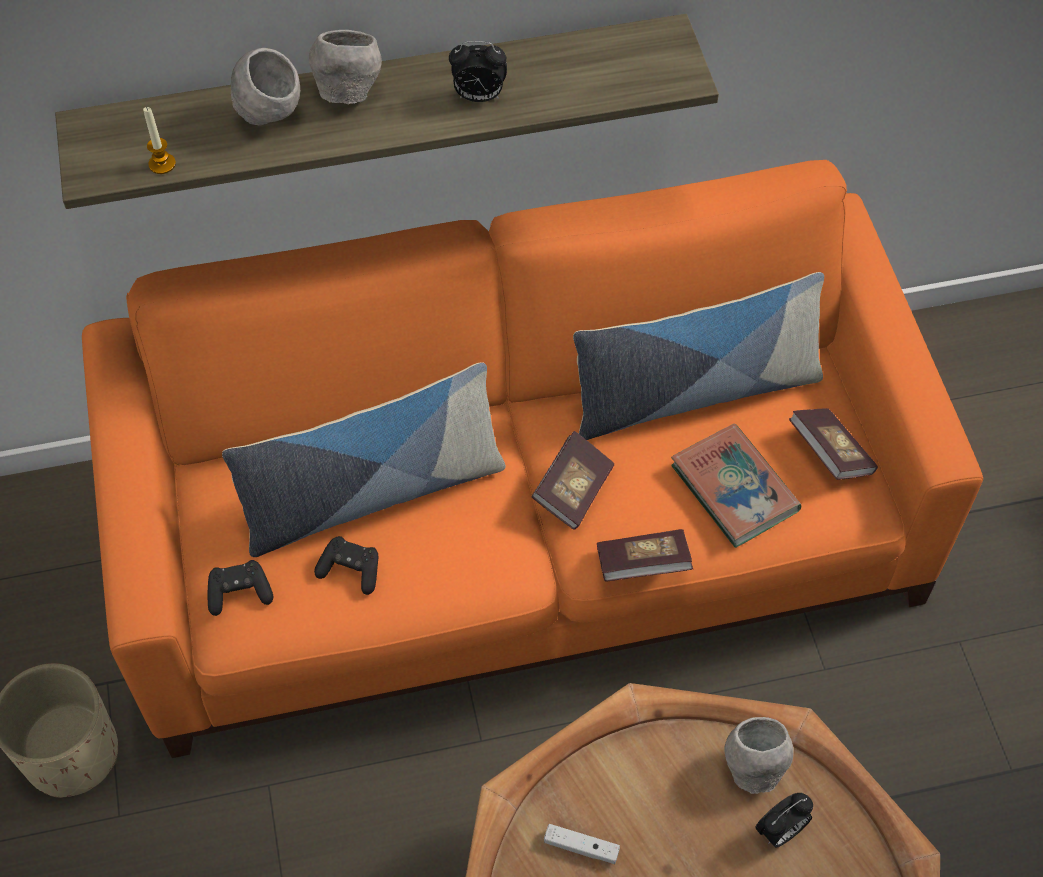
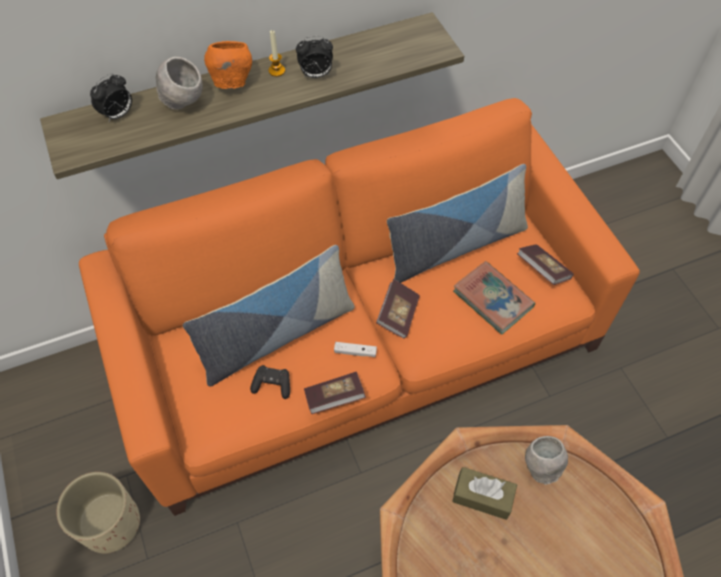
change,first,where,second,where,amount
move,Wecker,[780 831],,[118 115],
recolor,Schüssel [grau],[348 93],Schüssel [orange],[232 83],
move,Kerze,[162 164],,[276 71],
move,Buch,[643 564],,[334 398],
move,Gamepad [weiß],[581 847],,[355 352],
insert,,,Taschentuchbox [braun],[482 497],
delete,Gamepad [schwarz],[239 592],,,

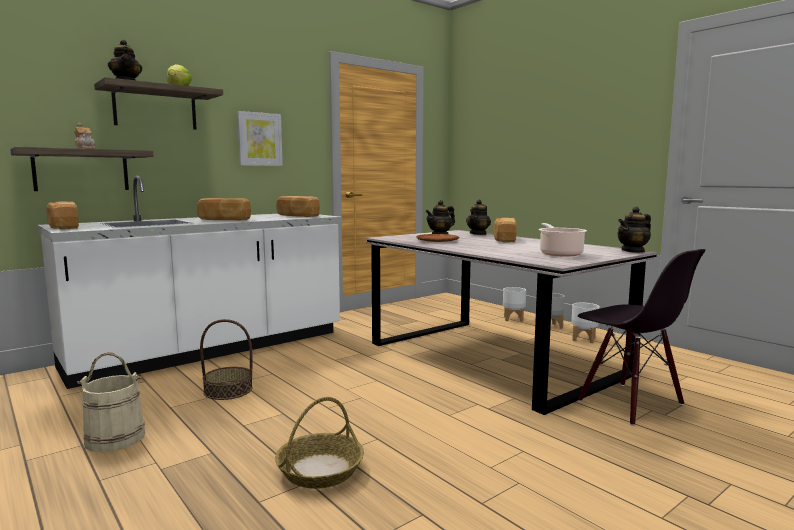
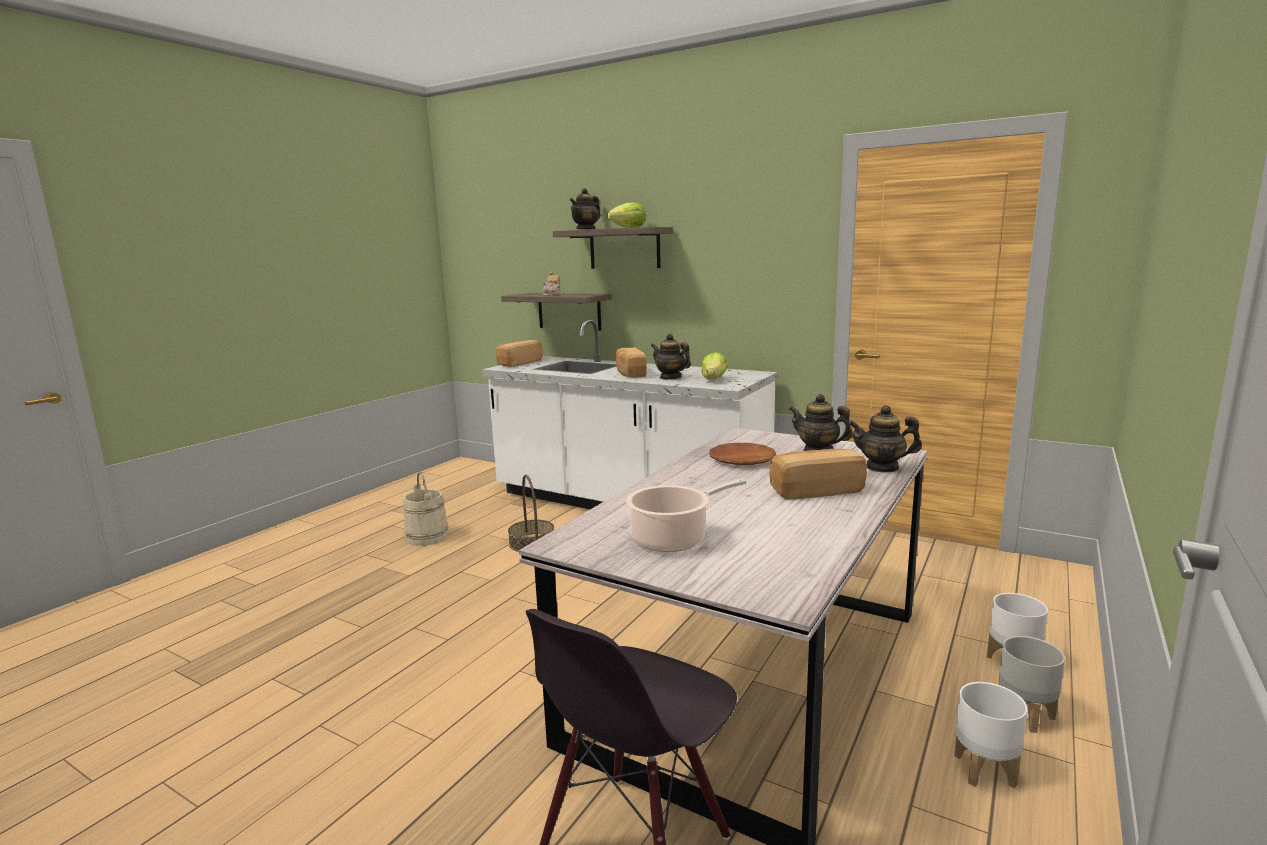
change,first,where,second,where,amount
move,Teekanne,[633 251],,[670 377],
replace,Brot,[297 216],Salatkopf,[713 380],
delete,Bild,[259 139],,,
delete,Korb,[320 470],,,

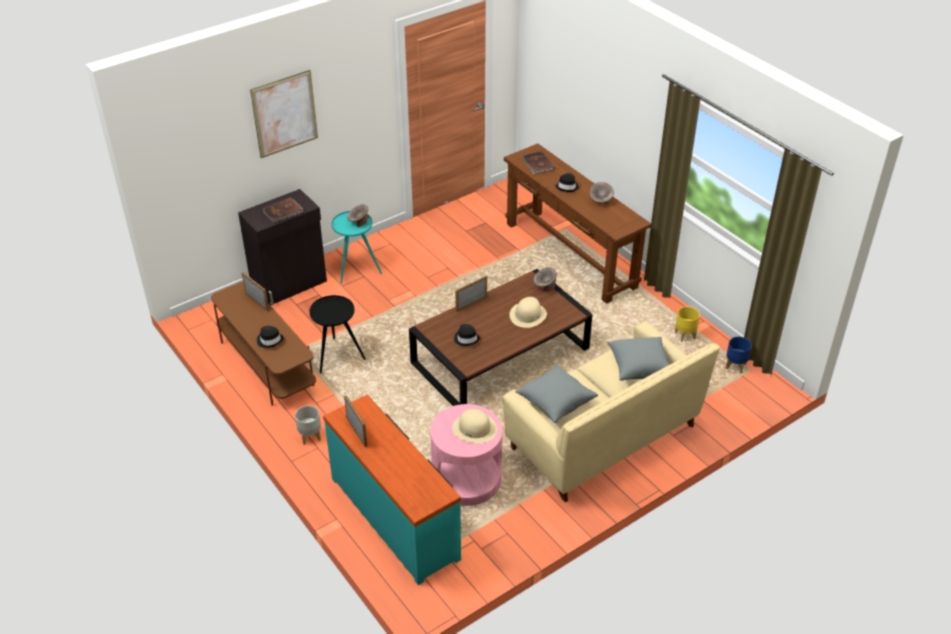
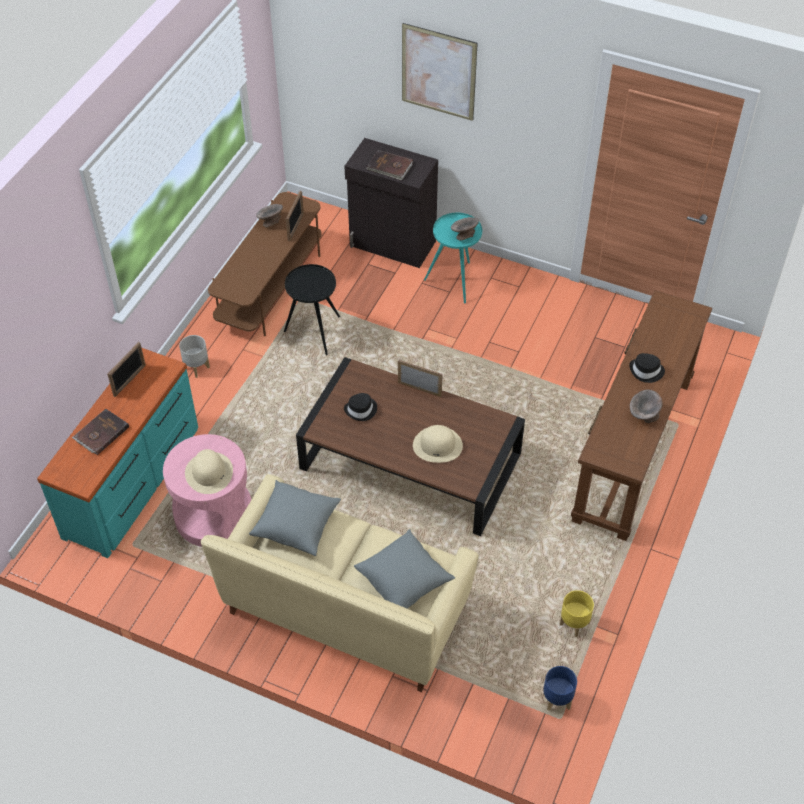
change,first,where,second,where,amount
move,Buch [braun],[537 164],,[101 433],
move,Schüssel [grau],[545 286],,[270 221],
delete,Hut [schwarz],[270 340],,,

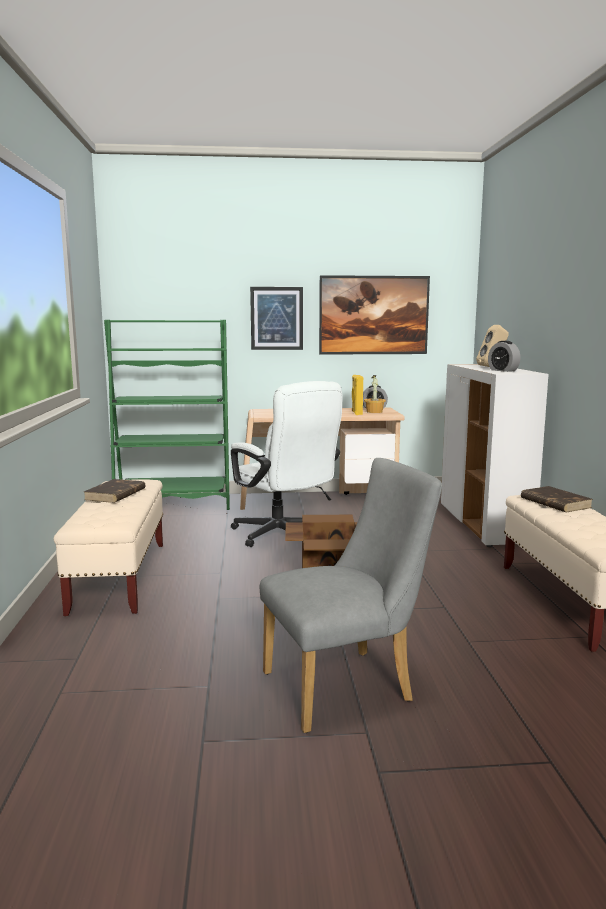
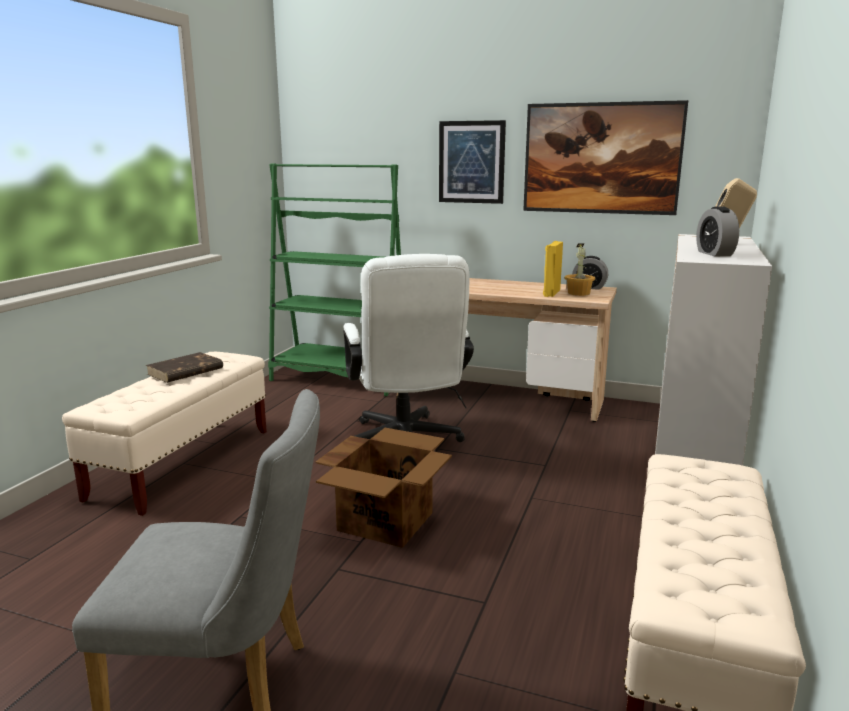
change,first,where,second,where,amount
delete,Buch [braun],[554 502],,,

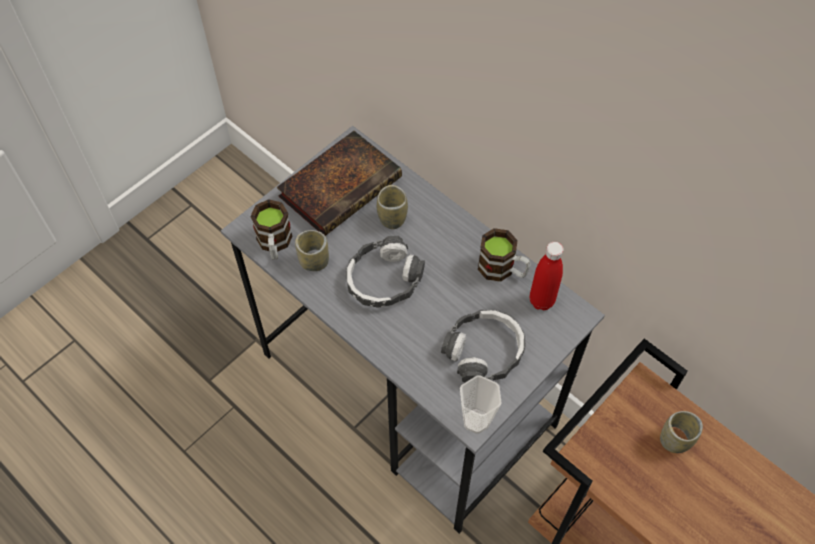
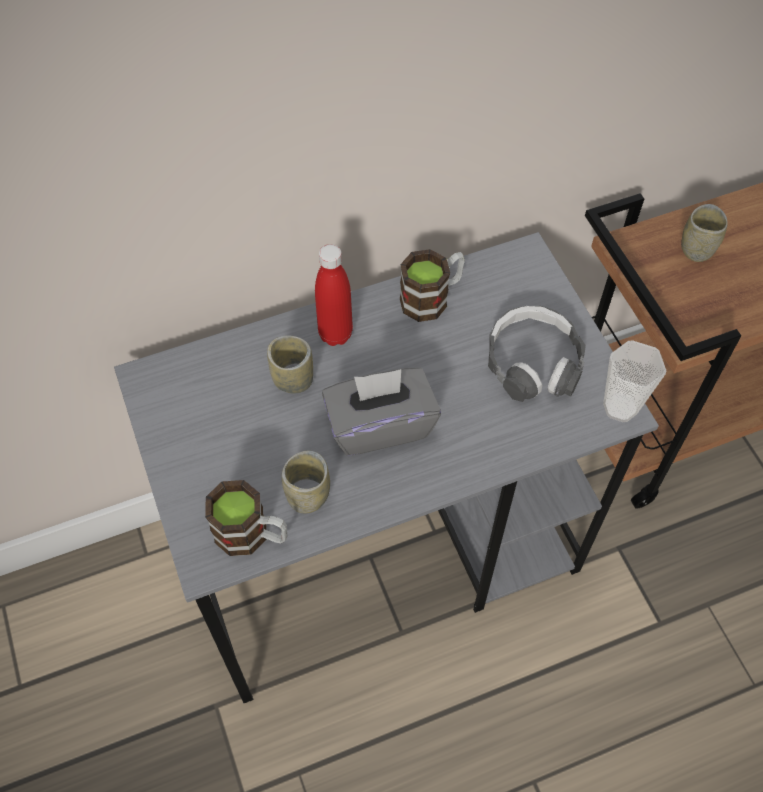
change,first,where,second,where,amount
move,Flasche [rot],[541 301],,[335 334],
replace,Kopfhörer,[383 279],Taschentuchbox [grau],[380 425],
delete,Buch,[341 185],,,

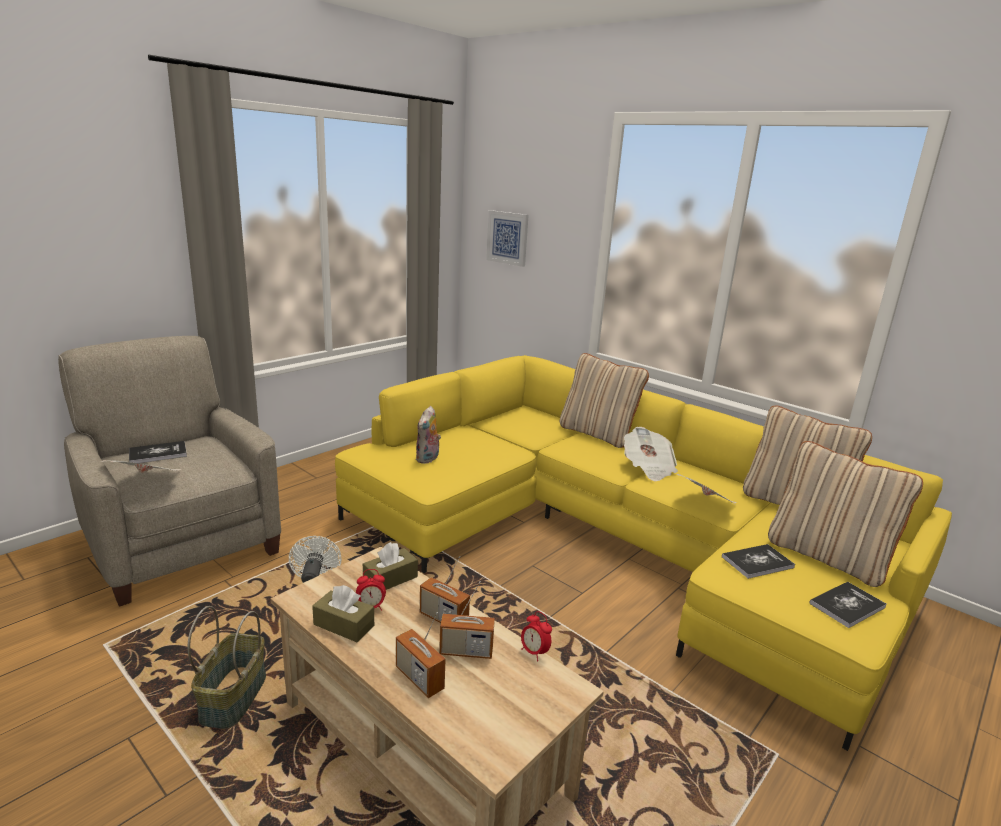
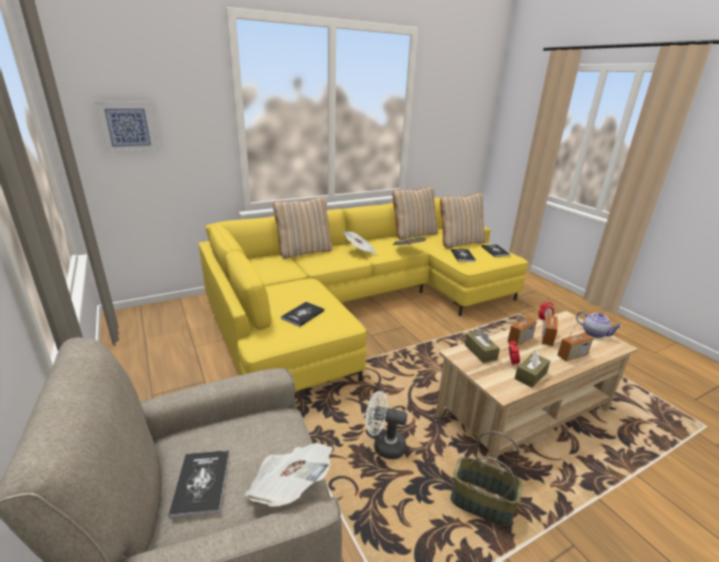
change,first,where,second,where,amount
replace,Plüschtier,[428 459],Buch,[303 315],
insert,,,Teekanne,[594 333],

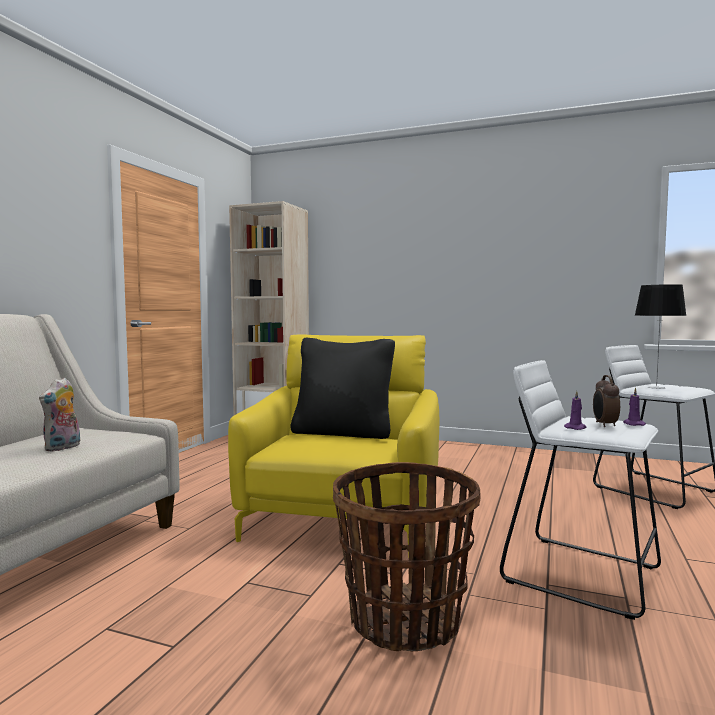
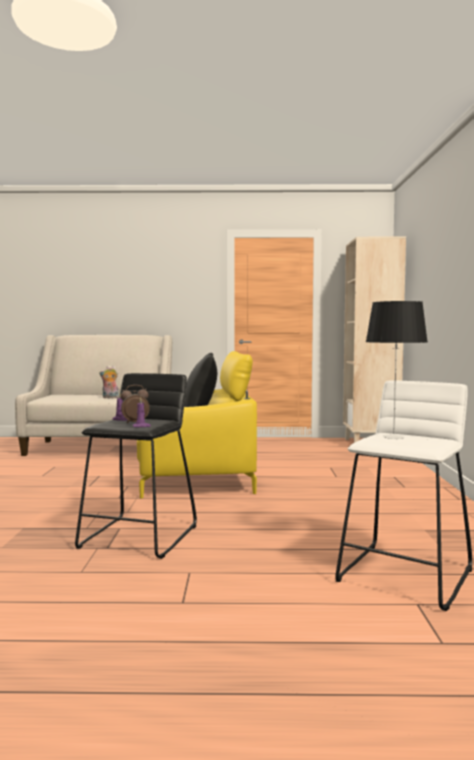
change,first,where,second,where,amount
recolor,Hocker [weiß],[581 574],Hocker [schwarz],[139 536],
delete,Korb,[404 621],,,

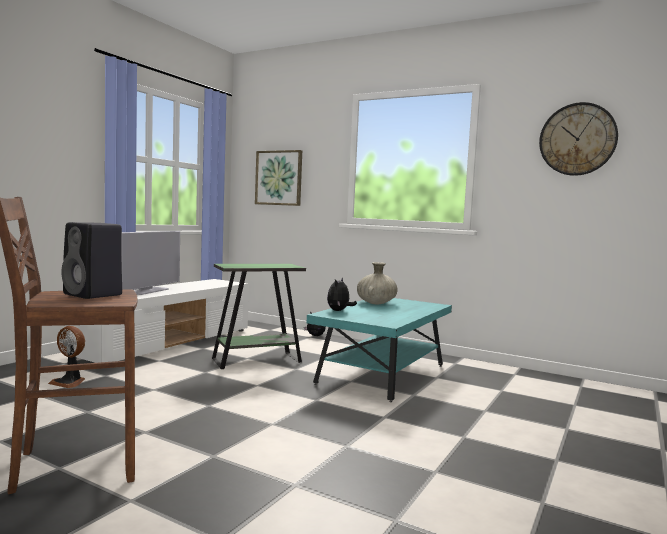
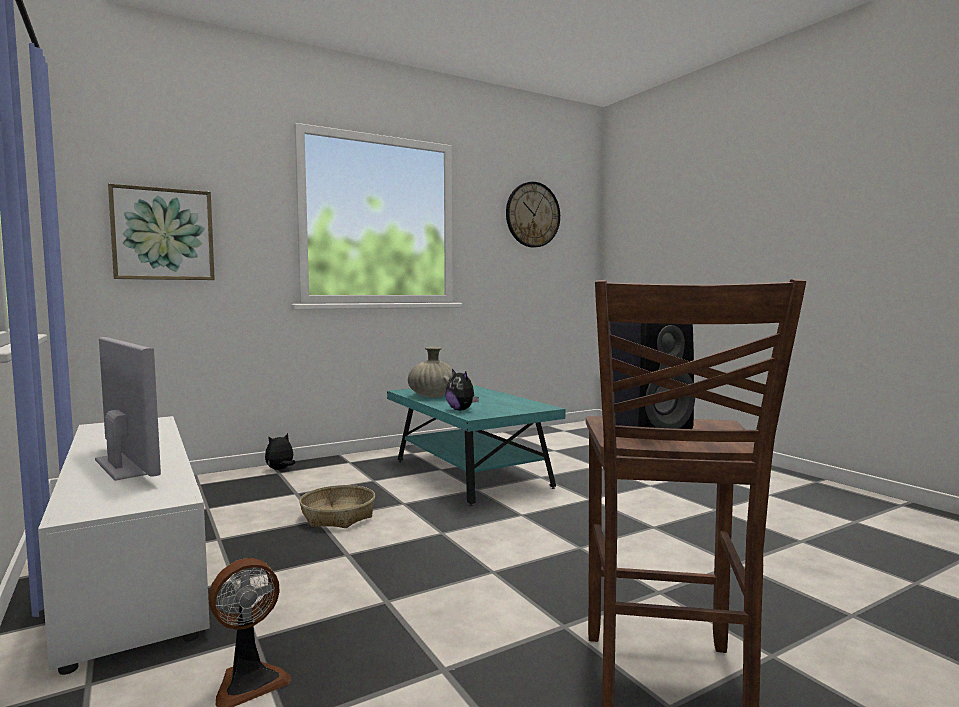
change,first,where,second,where,amount
replace,Beistelltisch [grün],[256 360],Korb,[338 516],

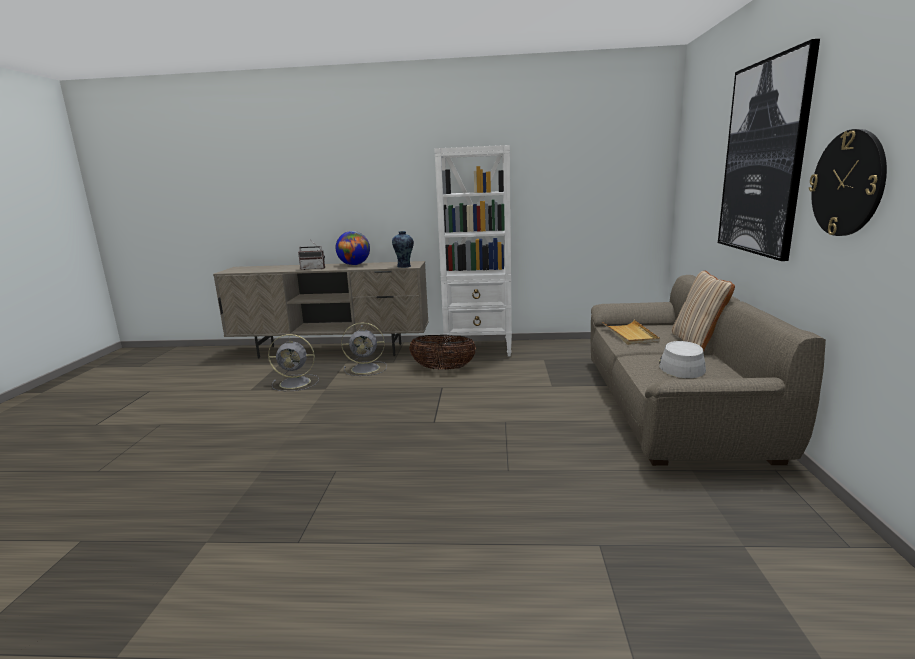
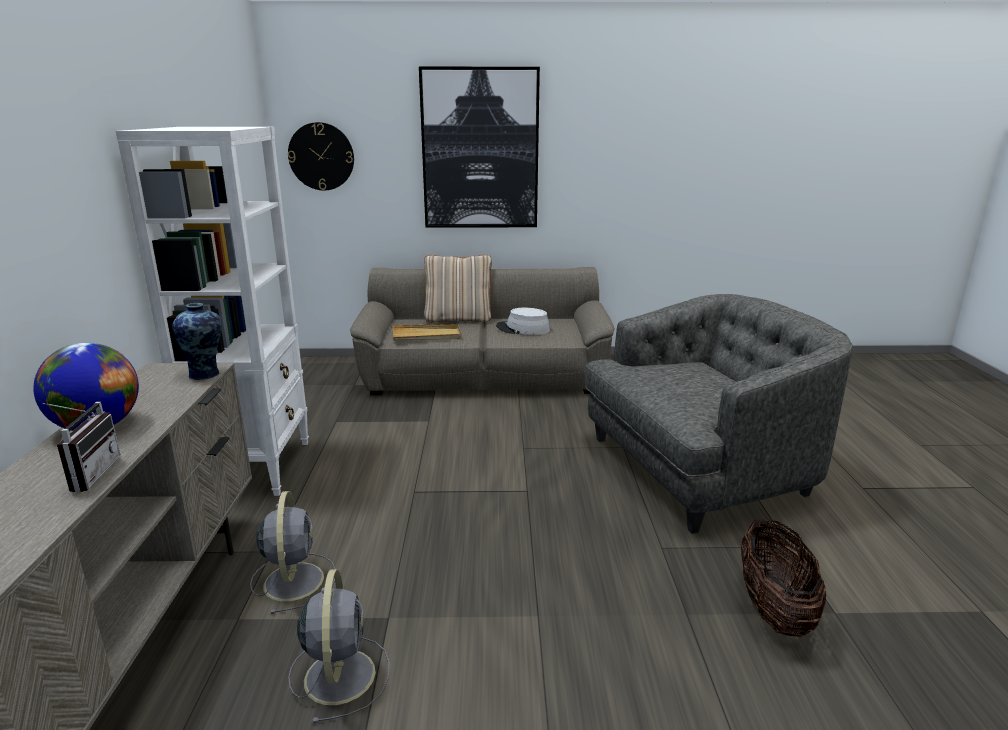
change,first,where,second,where,amount
move,Wanduhr,[847 183],,[321 156],
insert,,,Sessel [grau],[697 468],
move,Korb,[443 369],,[773 609],

